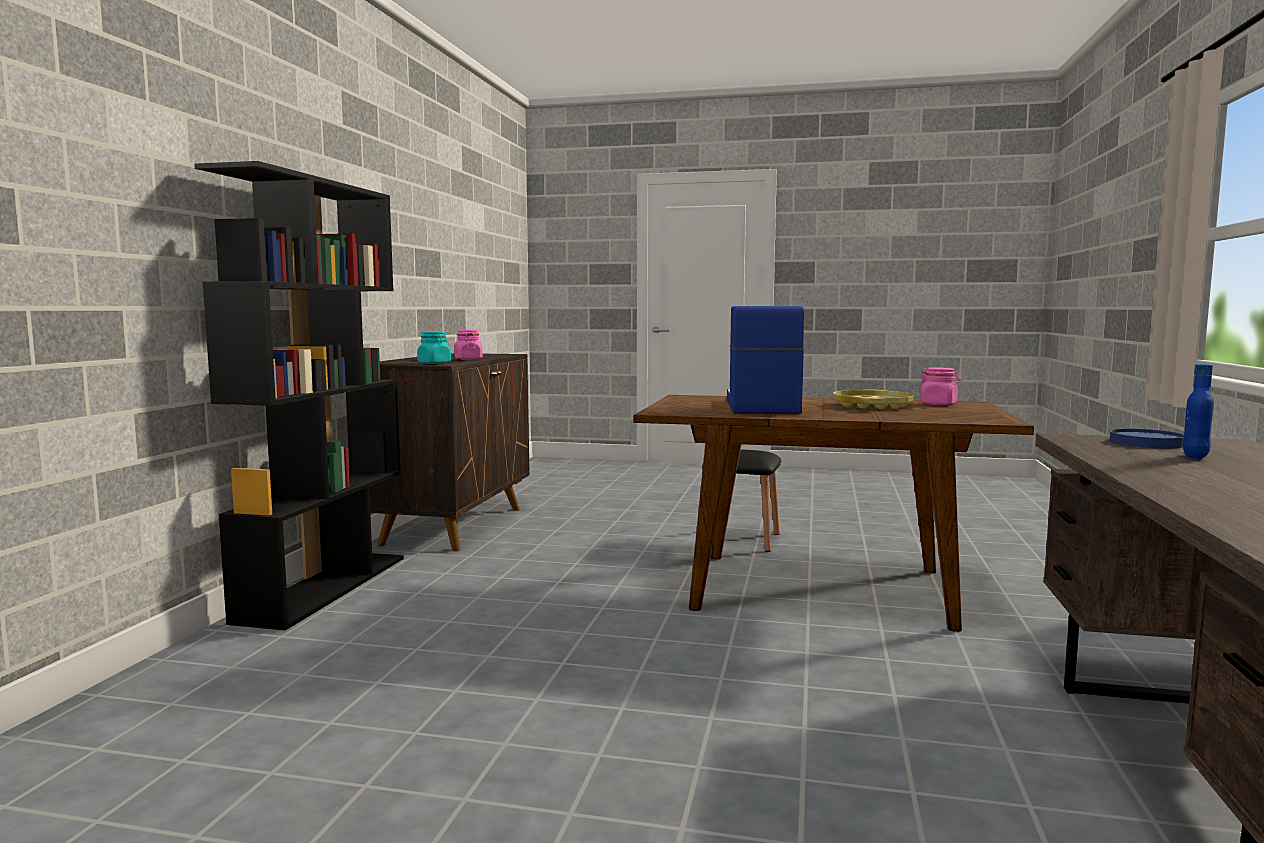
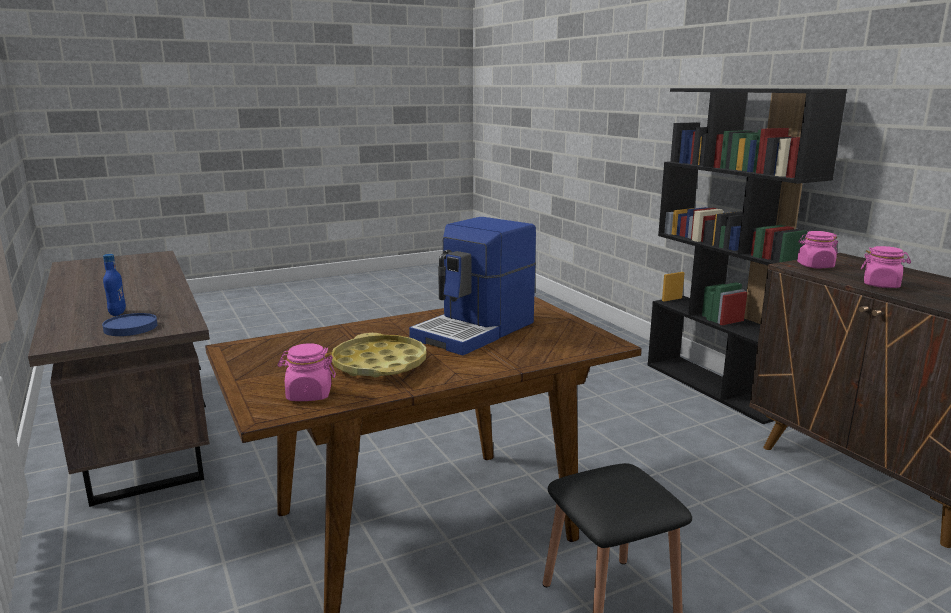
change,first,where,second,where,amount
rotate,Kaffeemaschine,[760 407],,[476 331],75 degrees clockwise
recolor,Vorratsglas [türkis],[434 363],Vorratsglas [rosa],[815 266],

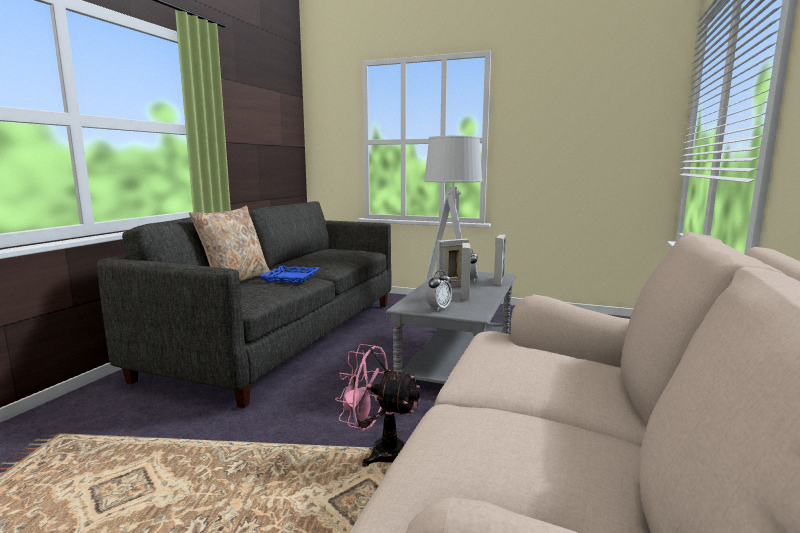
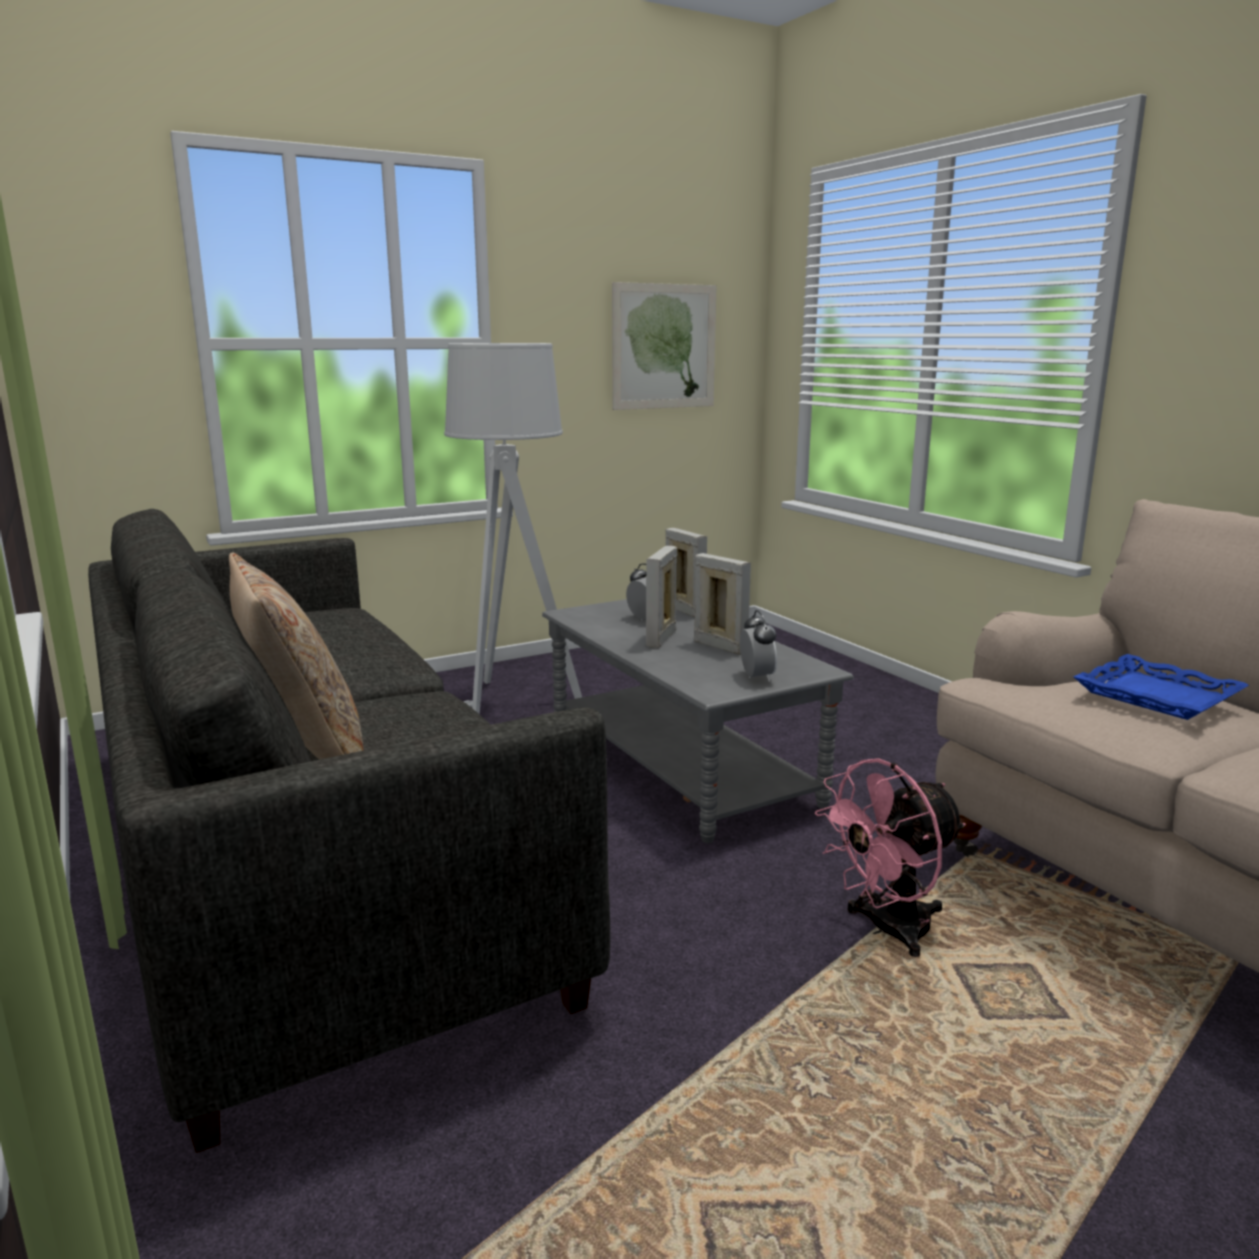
change,first,where,second,where,amount
insert,,,Bild,[664 346],
move,Tablett [blau],[290 278],,[1156 696],

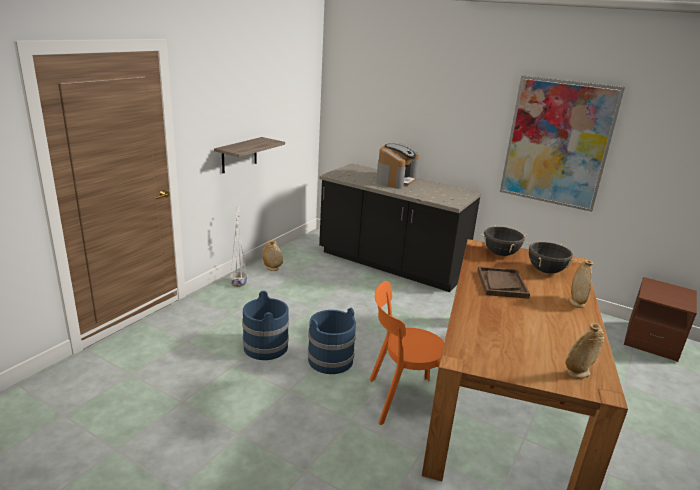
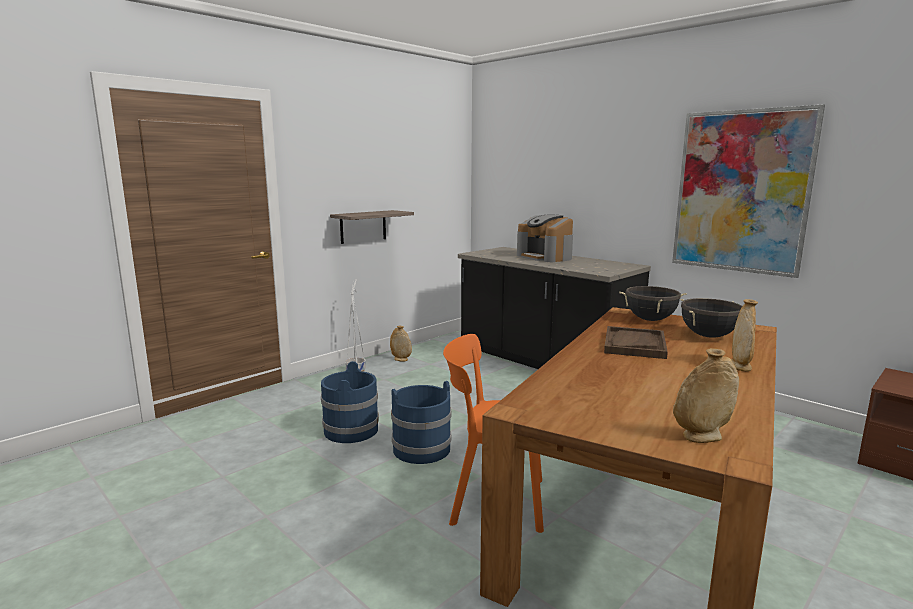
change,first,where,second,where,amount
rotate,Kaffeemaschine,[395 180],,[545 257],105 degrees clockwise

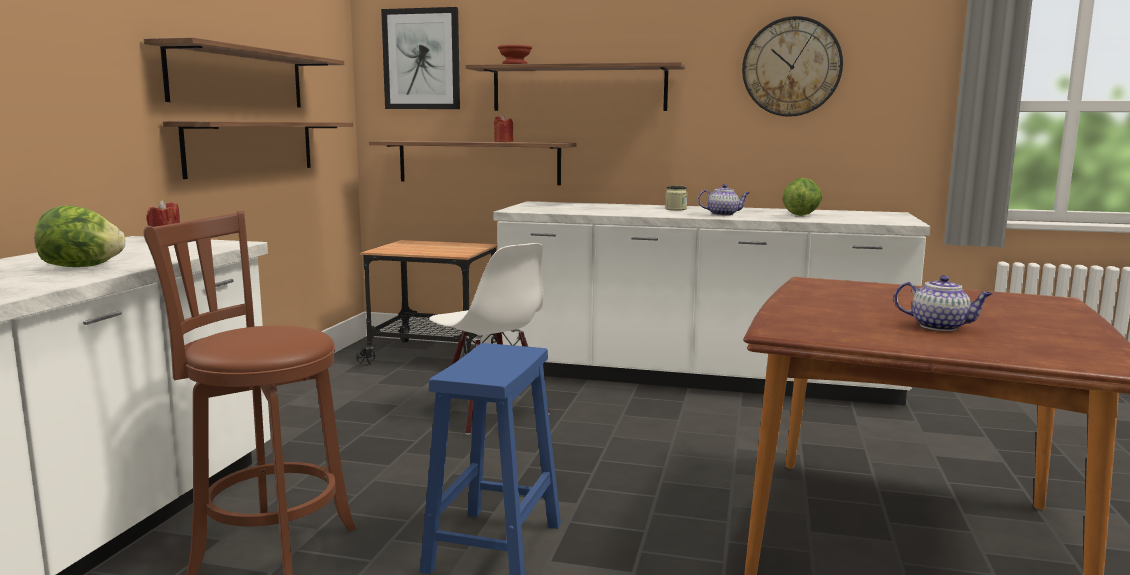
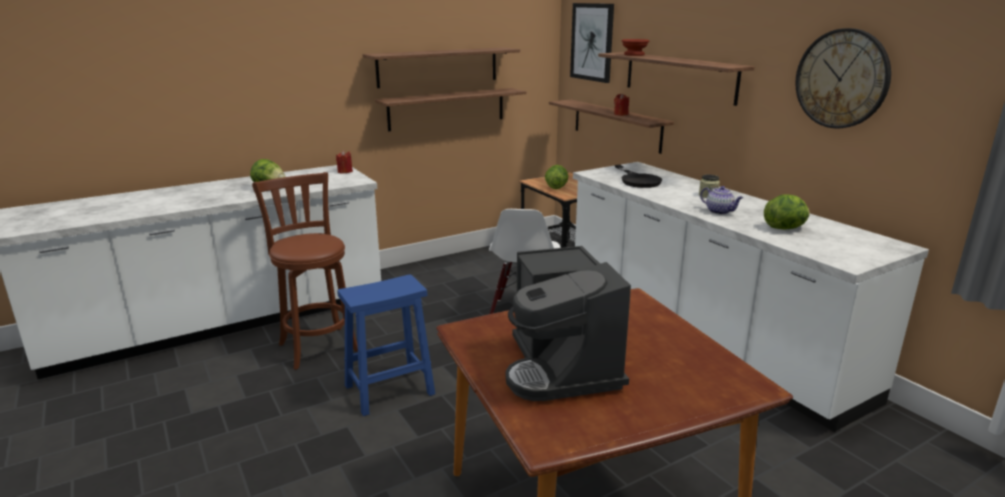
change,first,where,second,where,amount
replace,Teekanne,[940 326],Kaffeemaschine,[562 368],
insert,,,Salatkopf,[556 188],
insert,,,Pfanne [schwarz],[638 180],

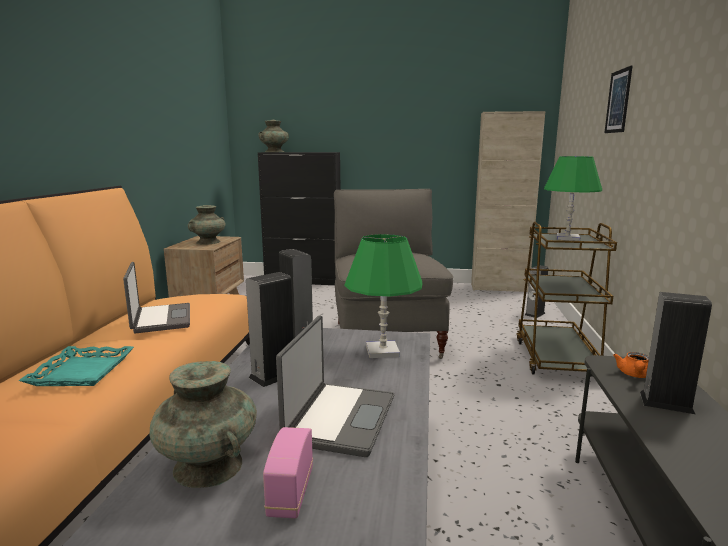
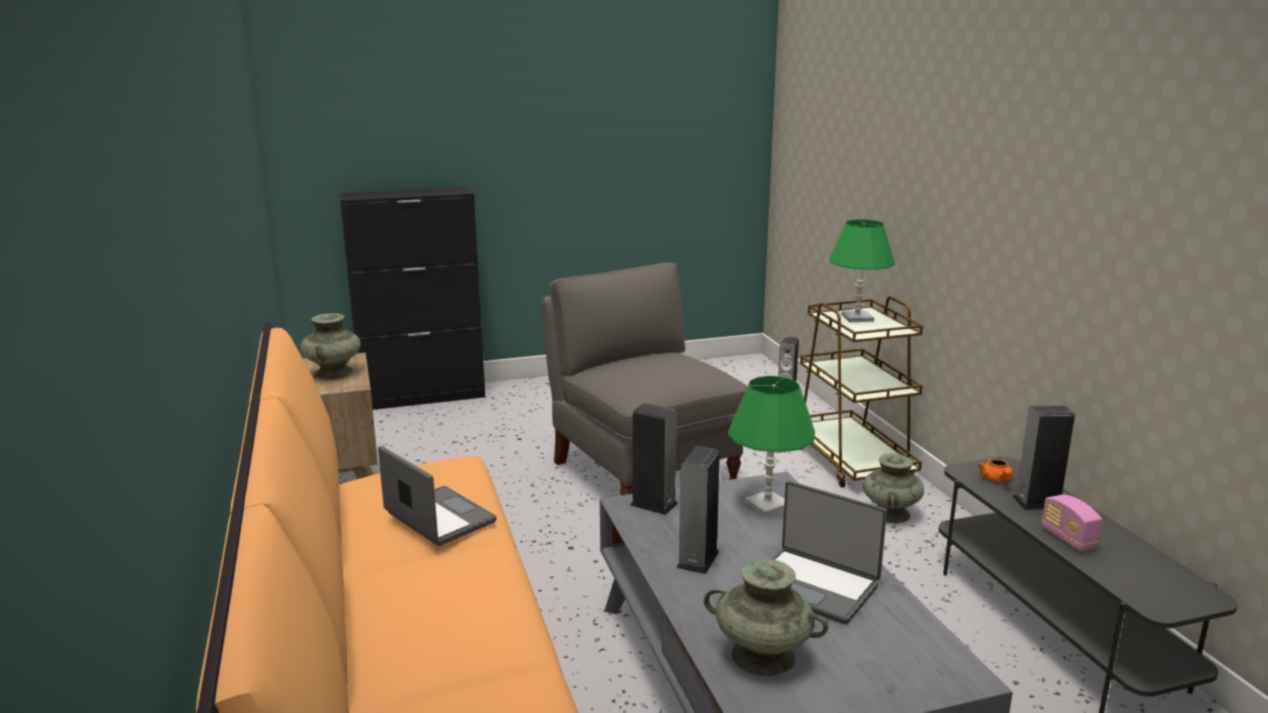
change,first,where,second,where,amount
rotate,Laptop,[339 418],,[814 586],135 degrees clockwise
move,Vase [türkis],[274 152],,[890 513],
move,Radio,[290 492],,[1067 539],
delete,Tablett [türkis],[82 372],,,
delete,Schrank [beige],[499 288],,,
delete,Bild,[618 101],,,

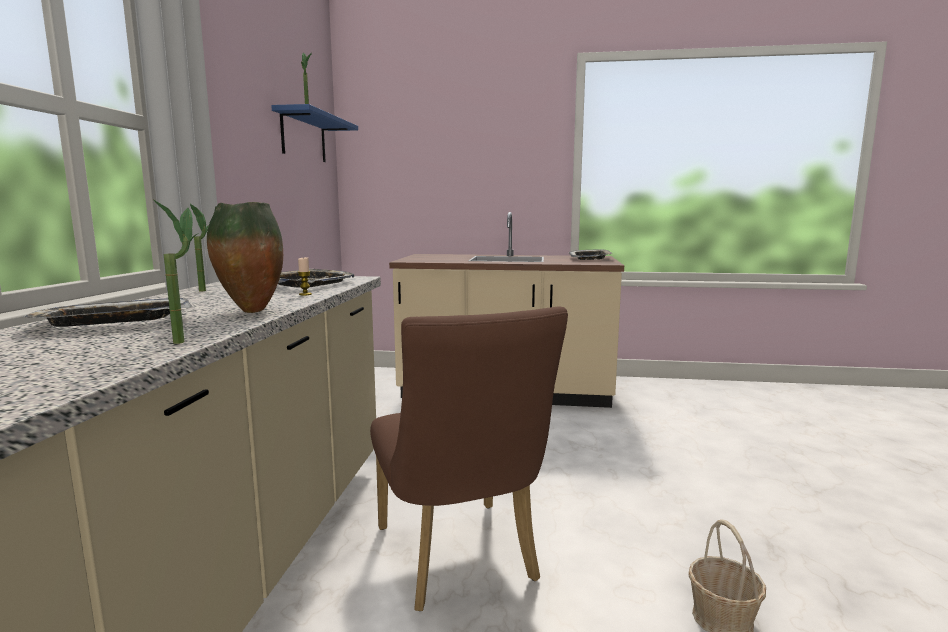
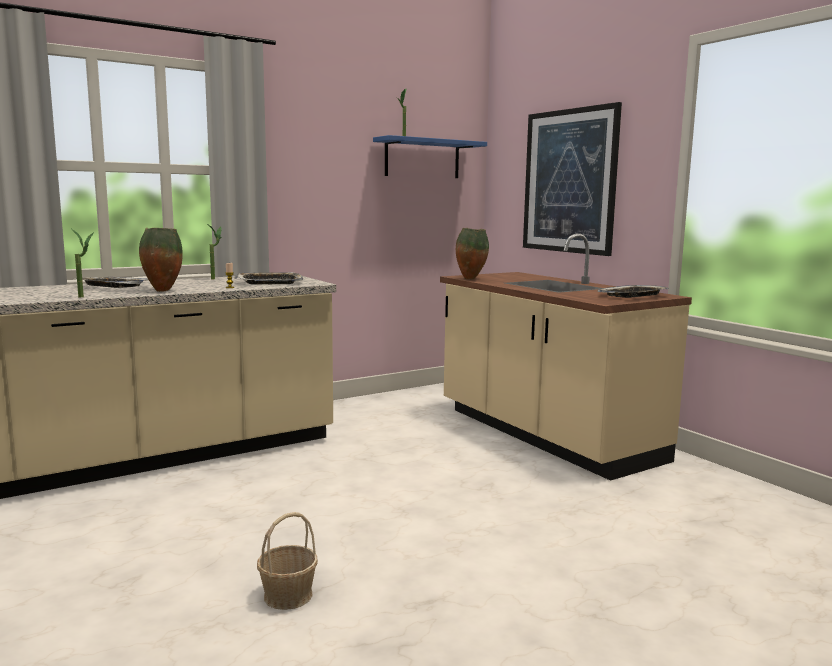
change,first,where,second,where,amount
insert,,,Vase,[471 279],
insert,,,Bild,[569 181],
delete,Stuhl [braun],[460 560],,,

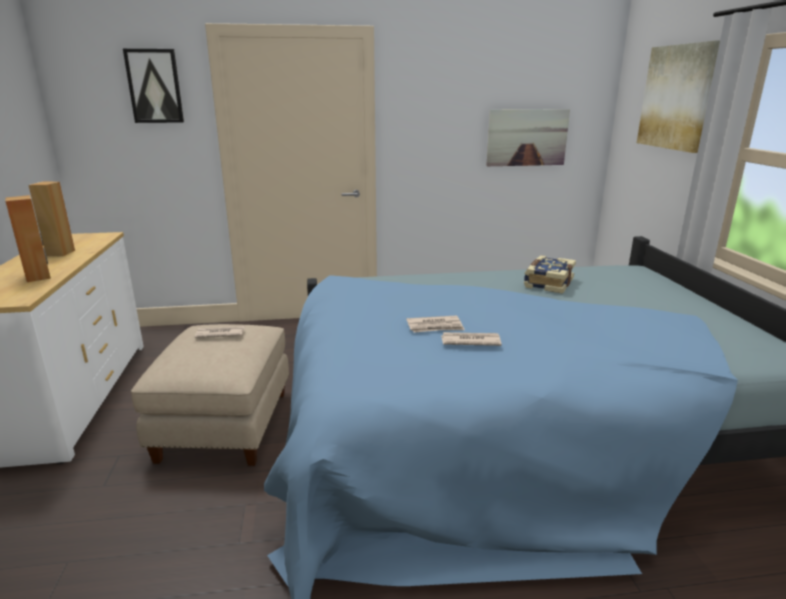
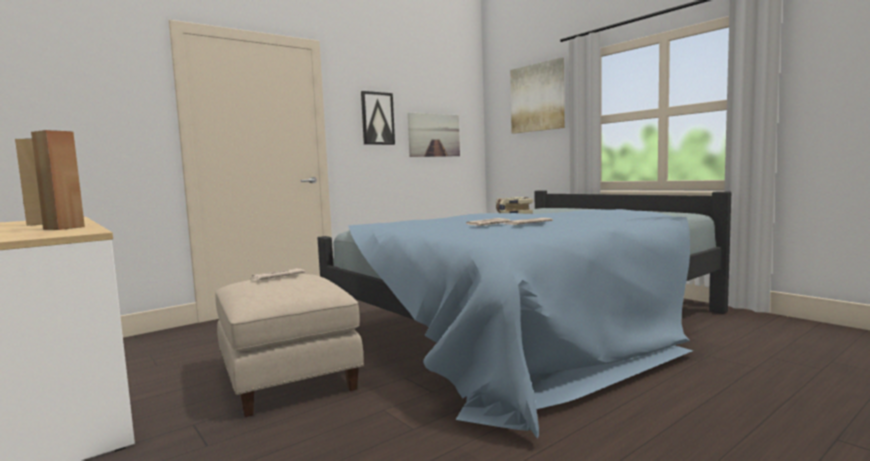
change,first,where,second,where,amount
move,Bild,[154 86],,[377 118],

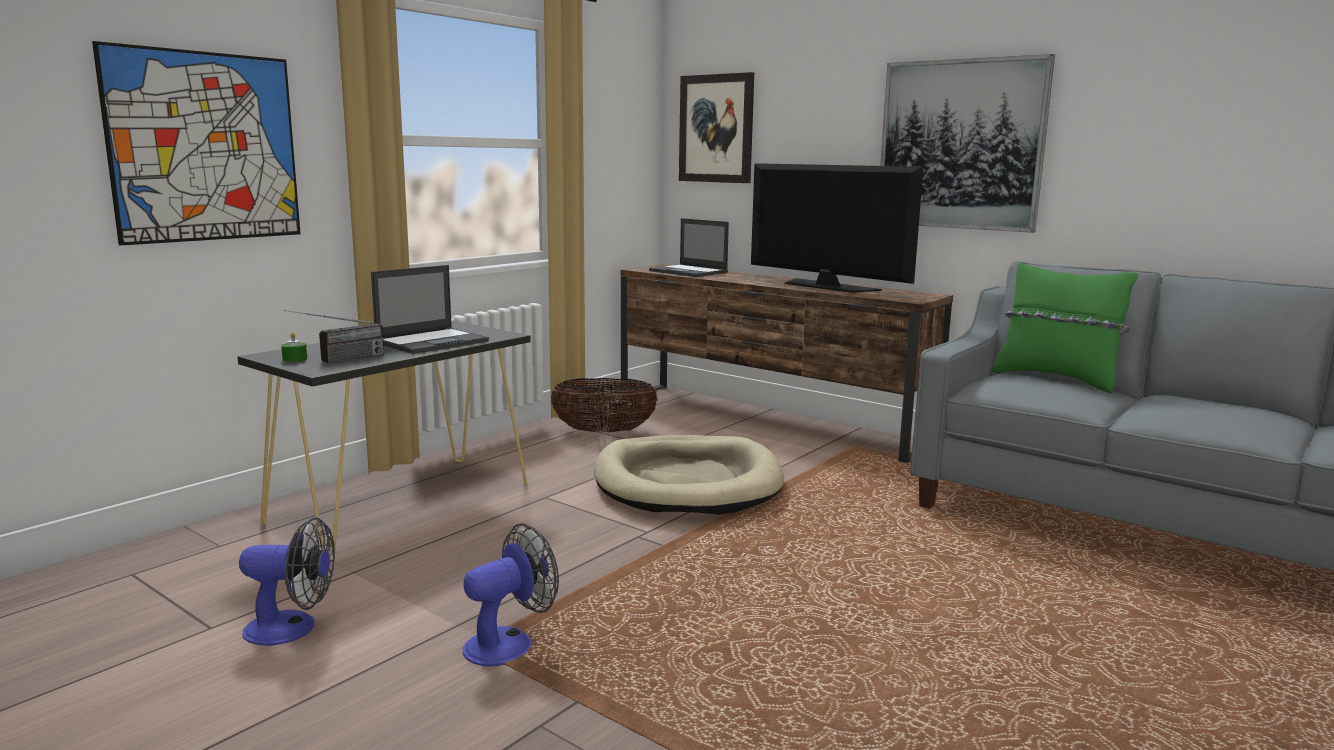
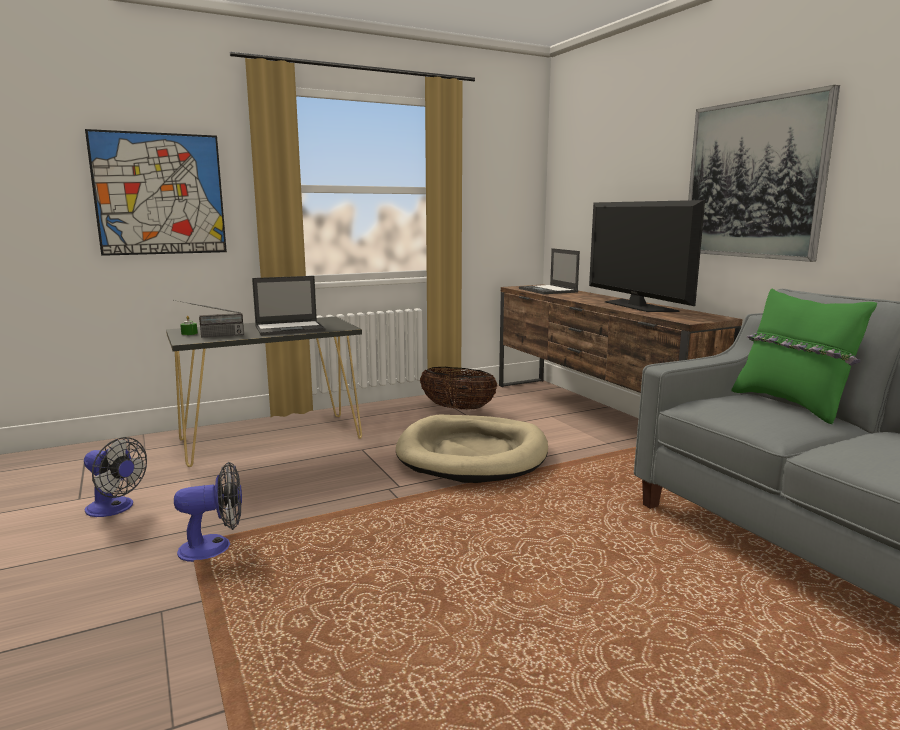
change,first,where,second,where,amount
delete,Bild,[716 129],,,

